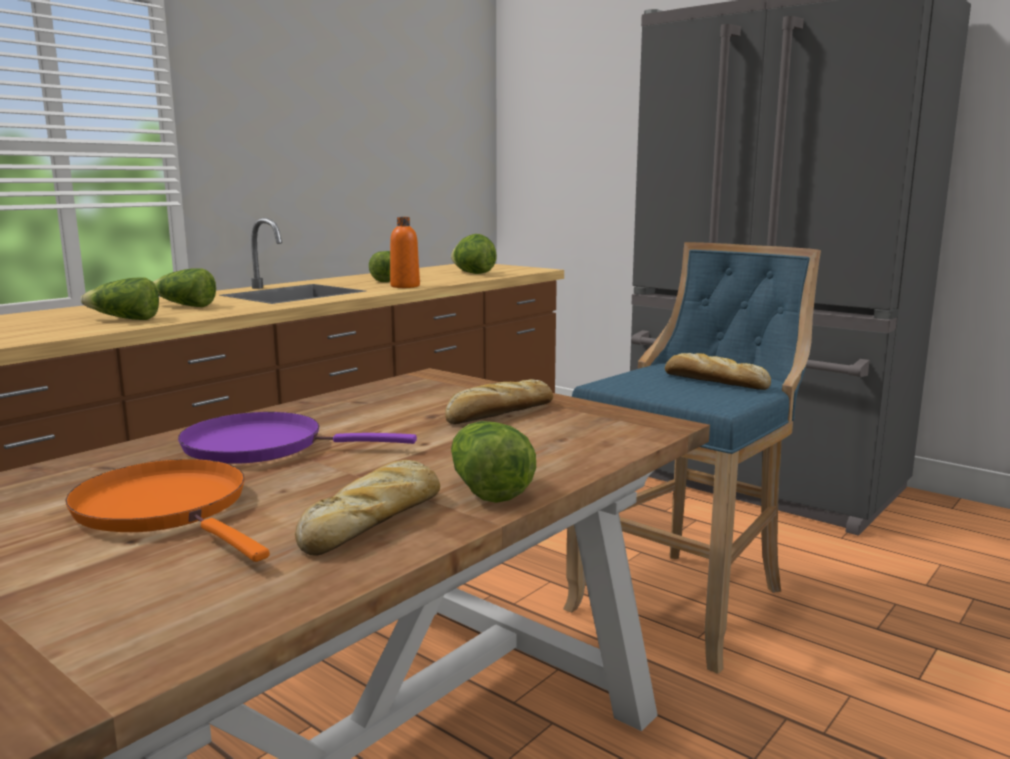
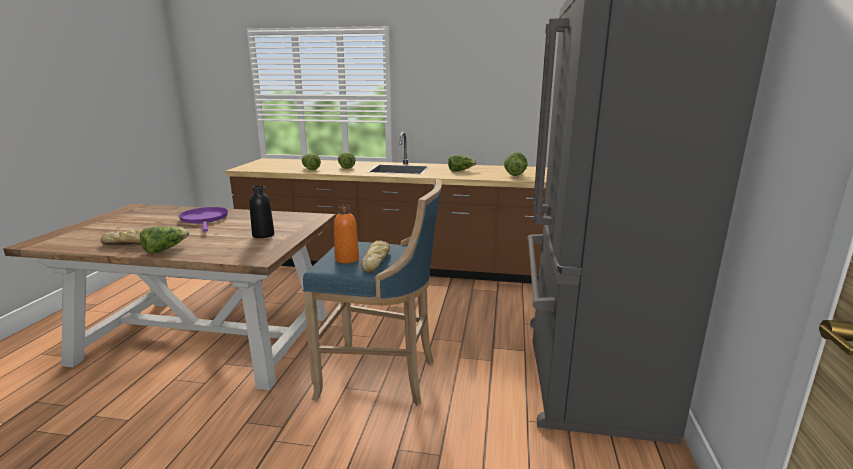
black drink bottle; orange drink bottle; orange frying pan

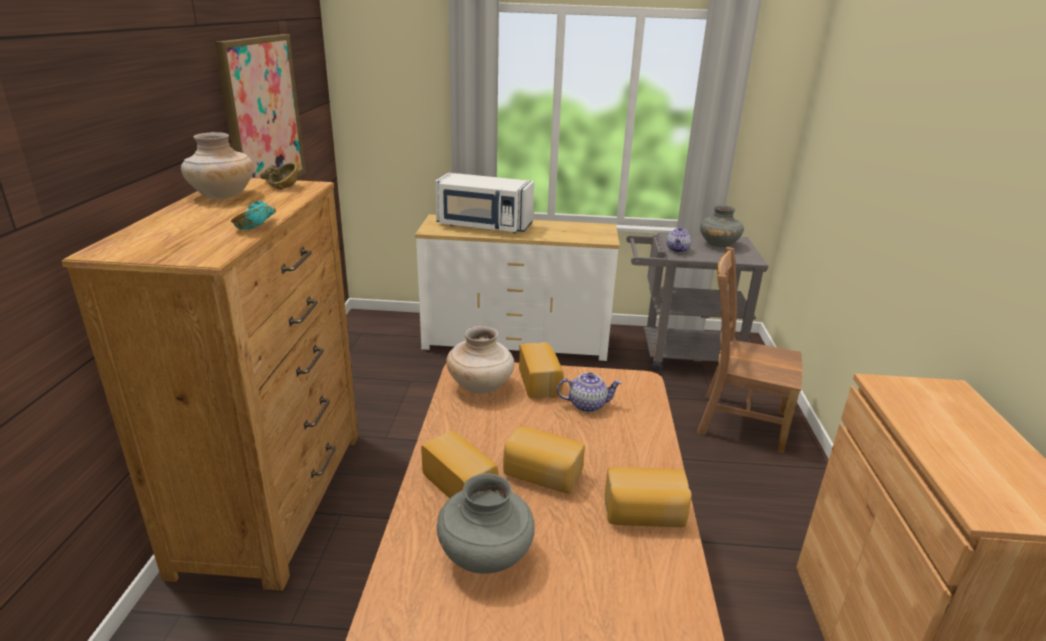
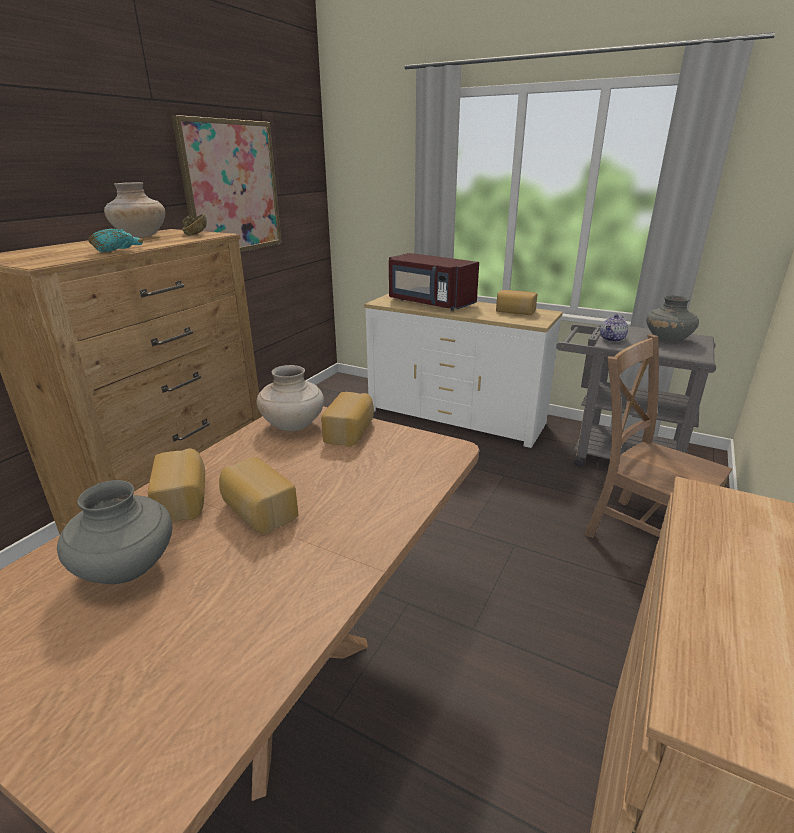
reddish kitchen microwave; bakery bread (4th from left); tea pot (1st from left in the first image)

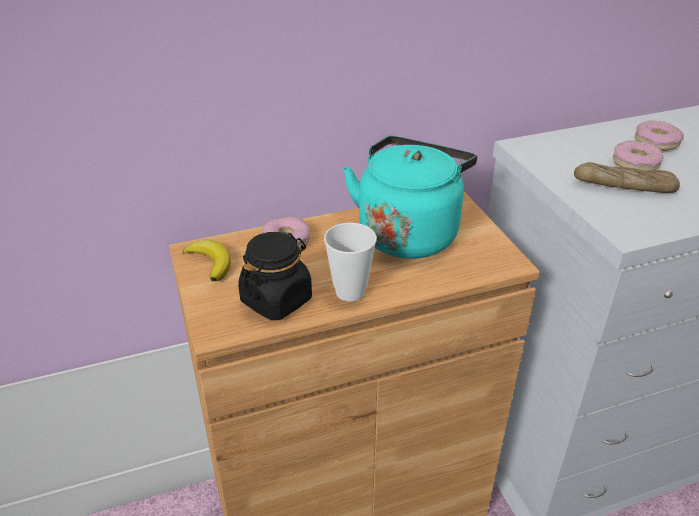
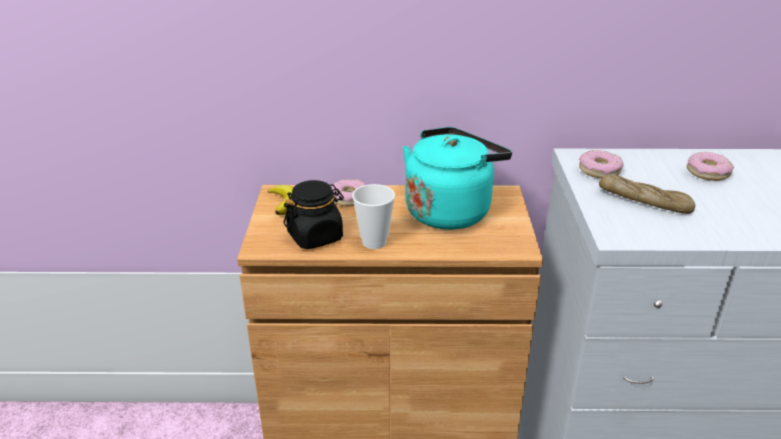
ring doughnut (2nd from left)

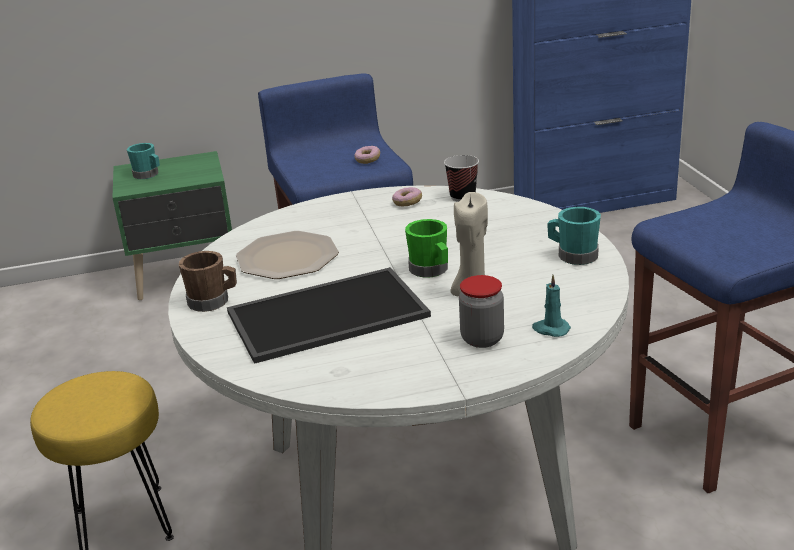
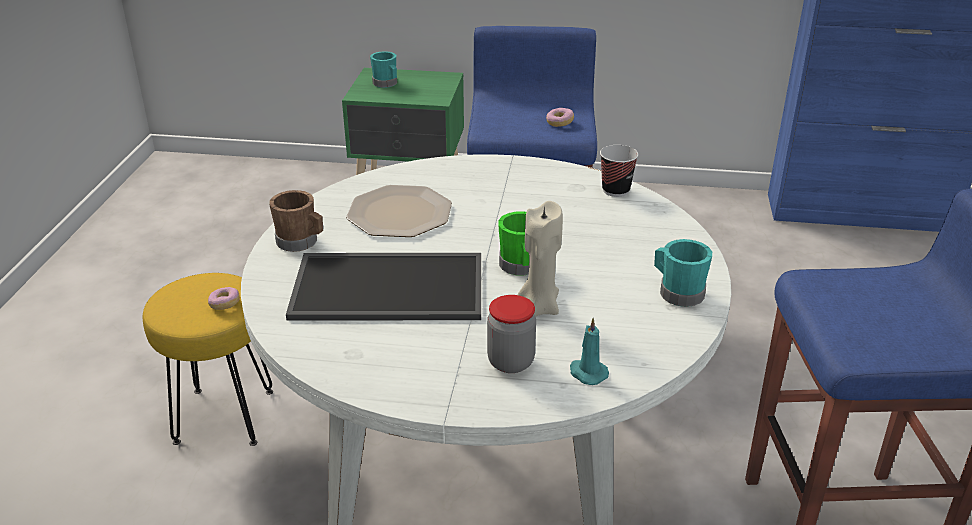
ring doughnut (1st from left)

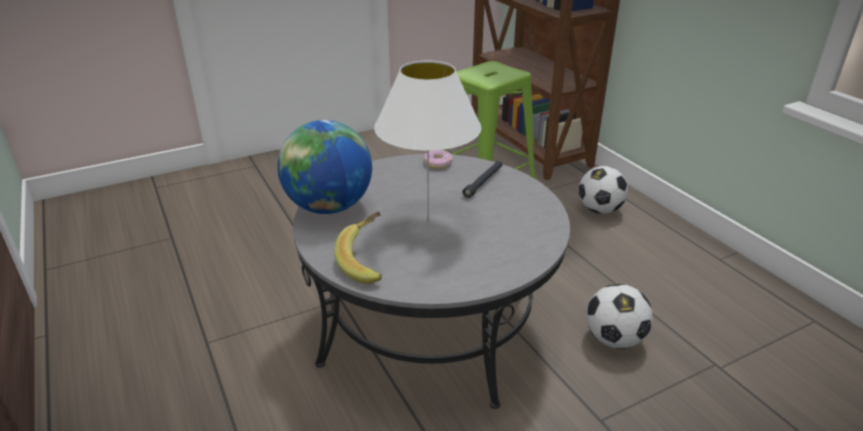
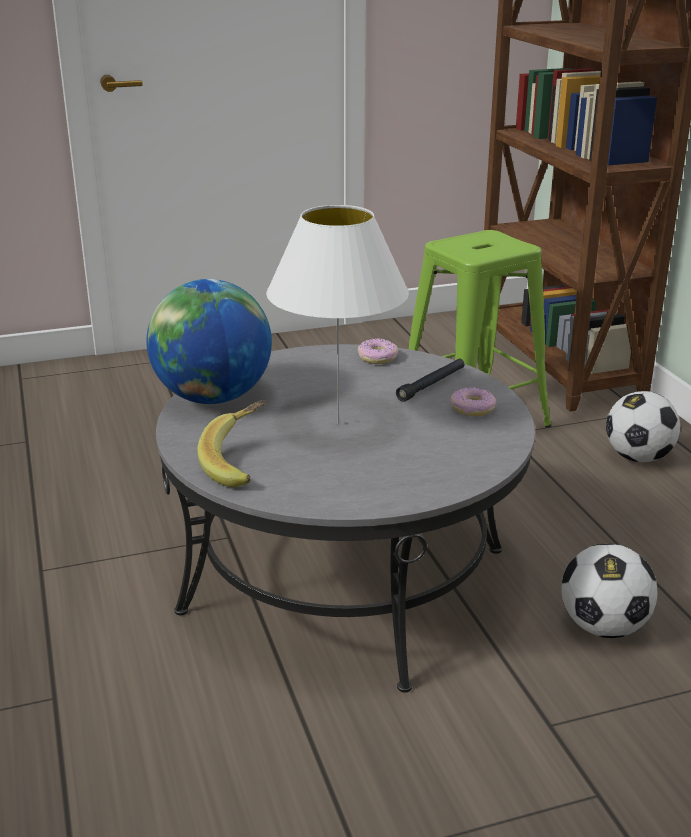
ring doughnut (2nd from left)

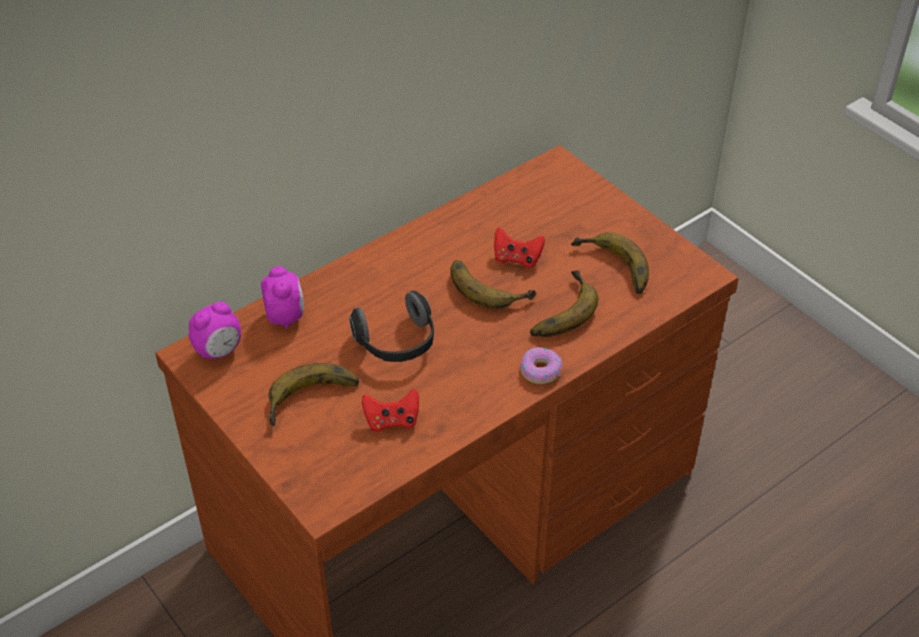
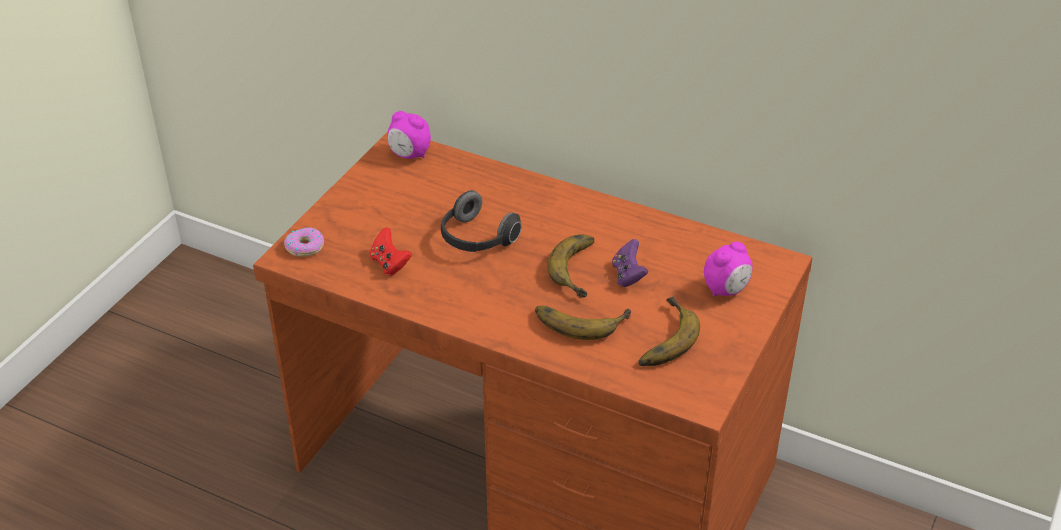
ring doughnut; purple-coloured game controller; alarm clock (2nd from left); banana (1st from left in the first image)

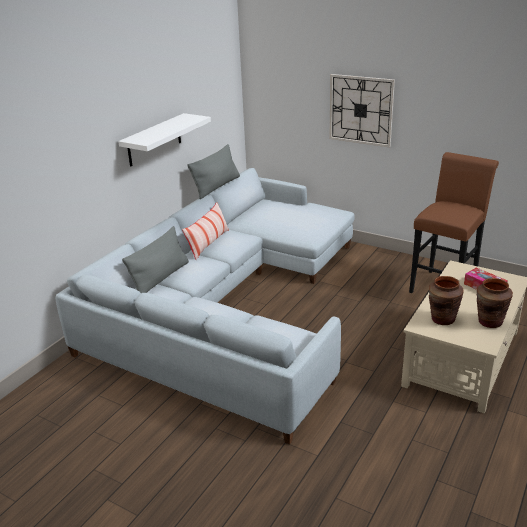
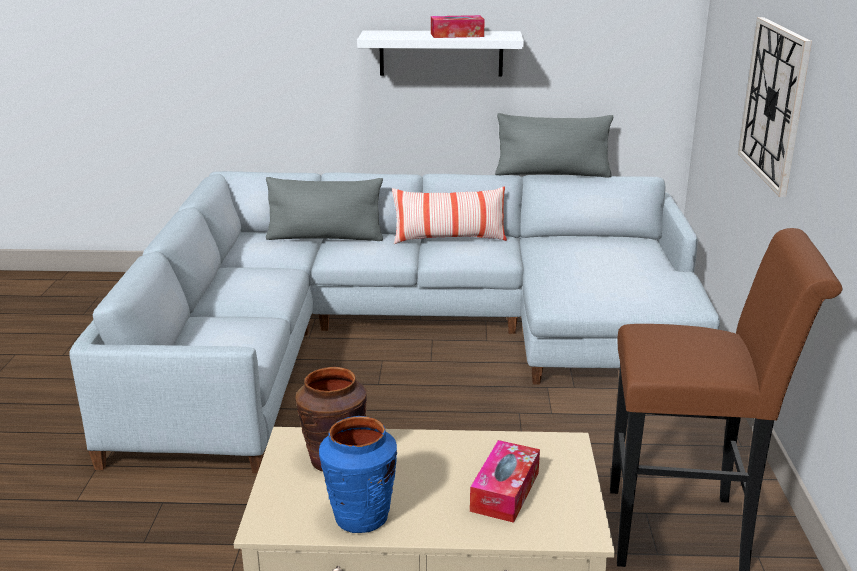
blue-coloured decorative vase; tissue box (1st from left)

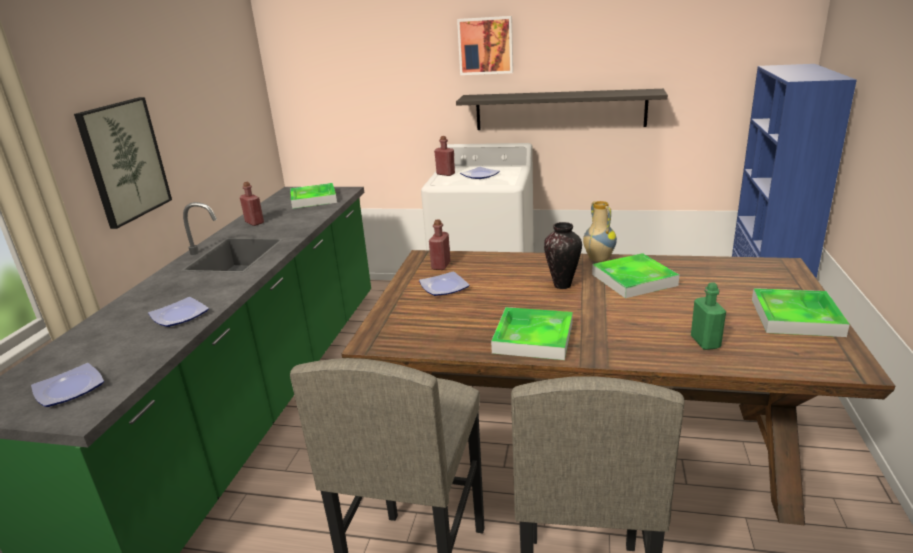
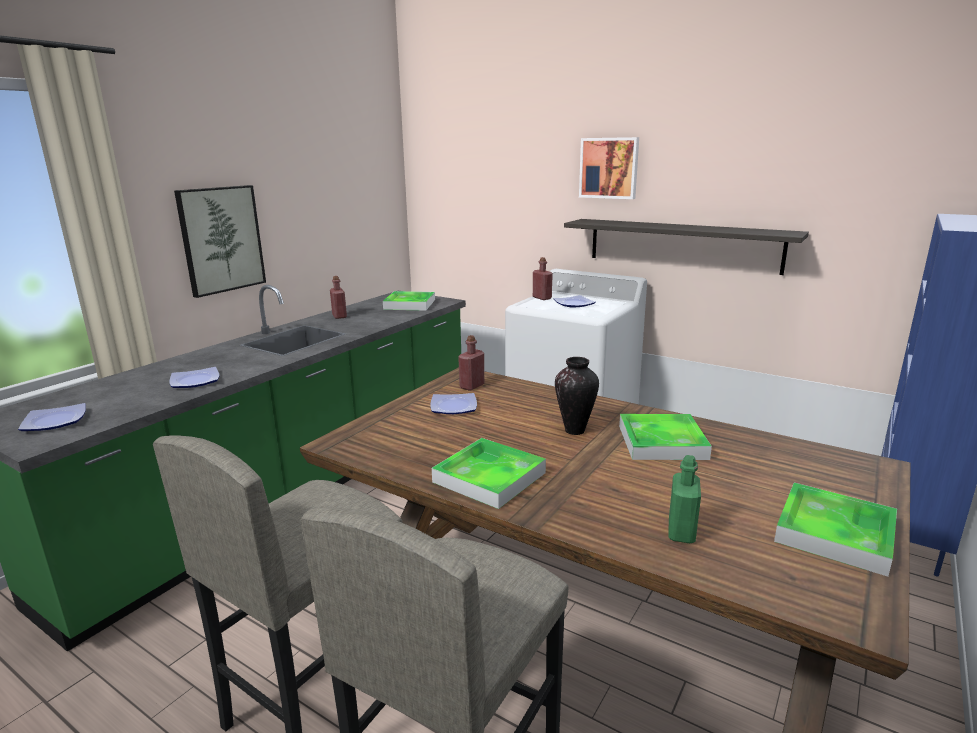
decorative vase (2nd from left in the first image)

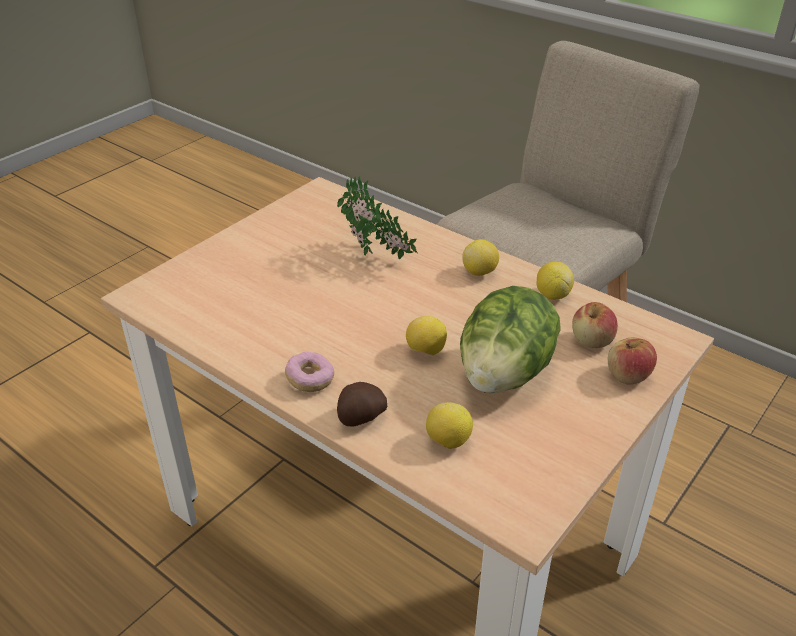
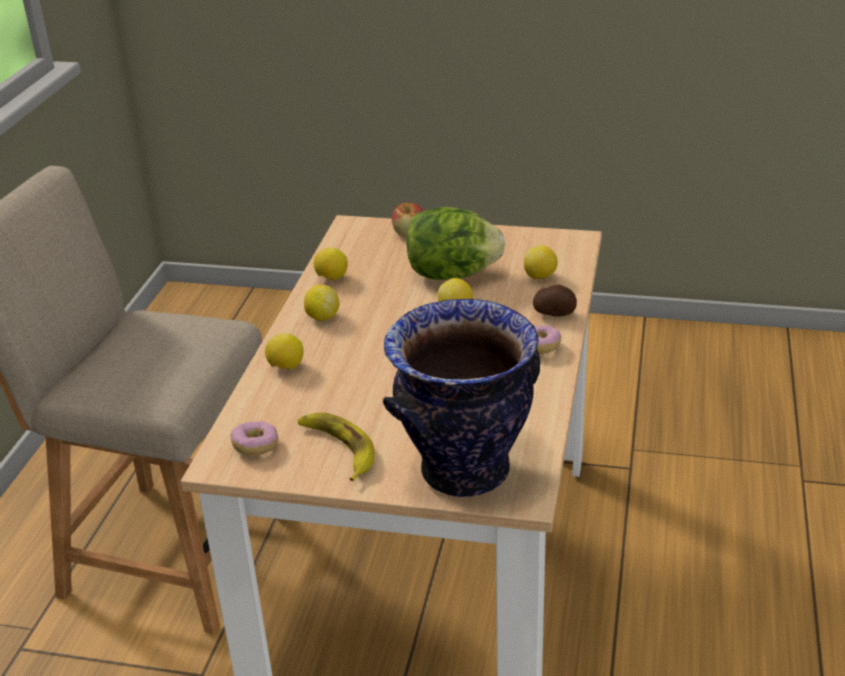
ring doughnut (1st from left); citrus fruit (1st from left); banana; decorative vase; houseplant; apple (1st from left in the first image)

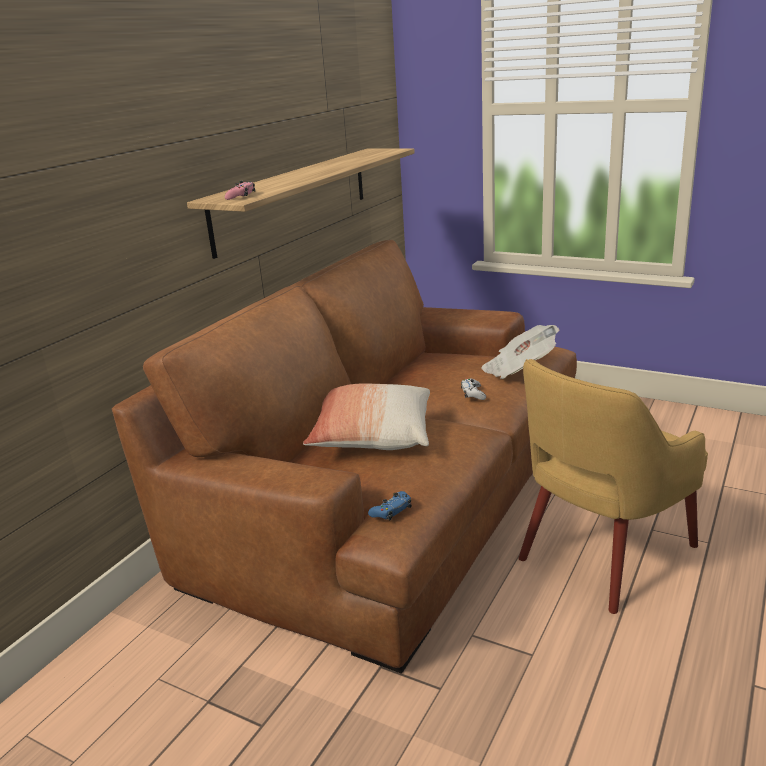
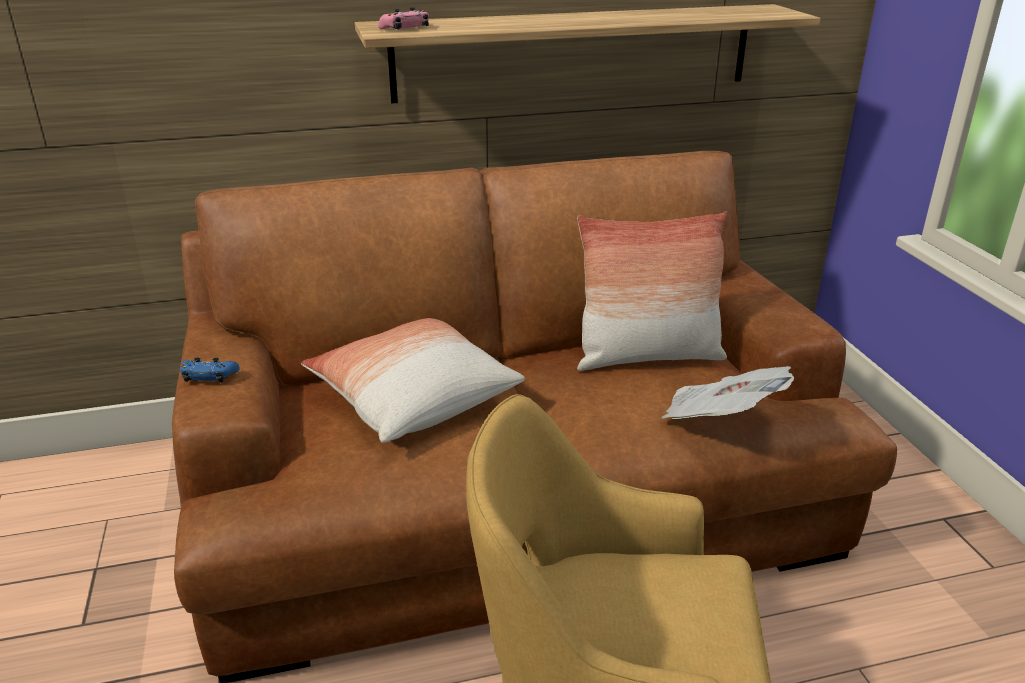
blue-coloured game controller; pillow (2nd from left); whitish game controller

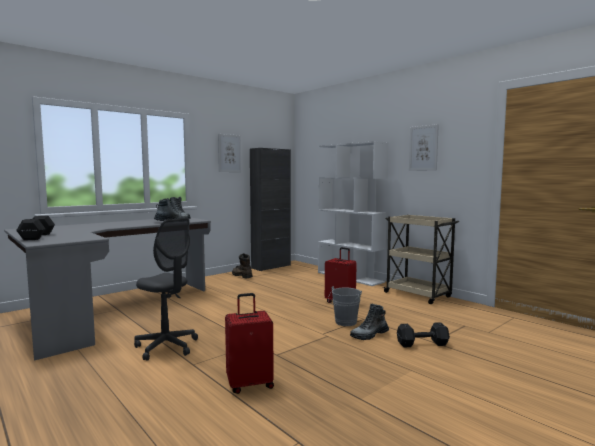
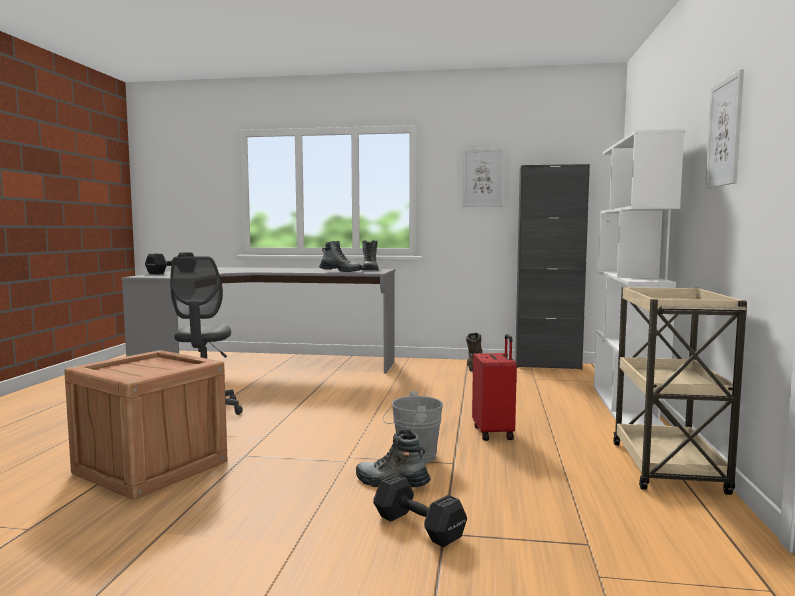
packing crate

